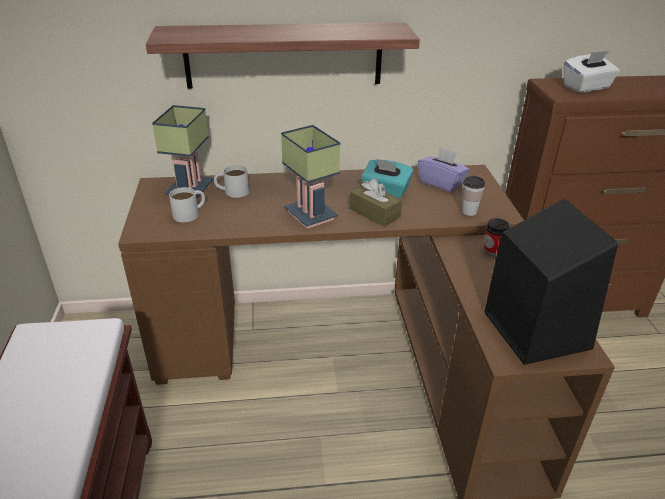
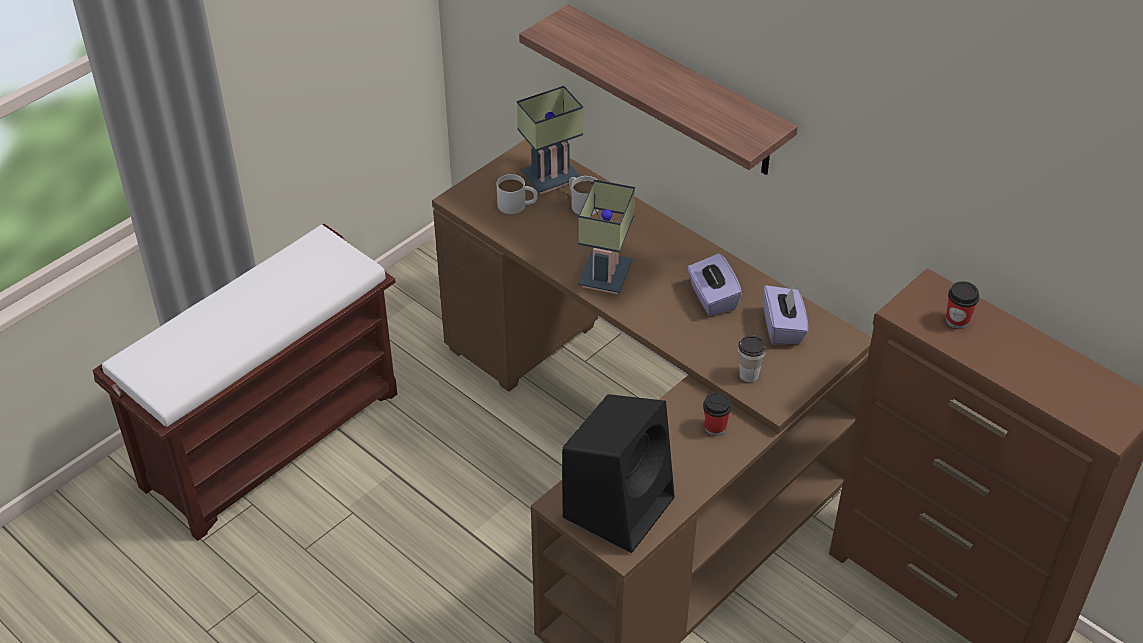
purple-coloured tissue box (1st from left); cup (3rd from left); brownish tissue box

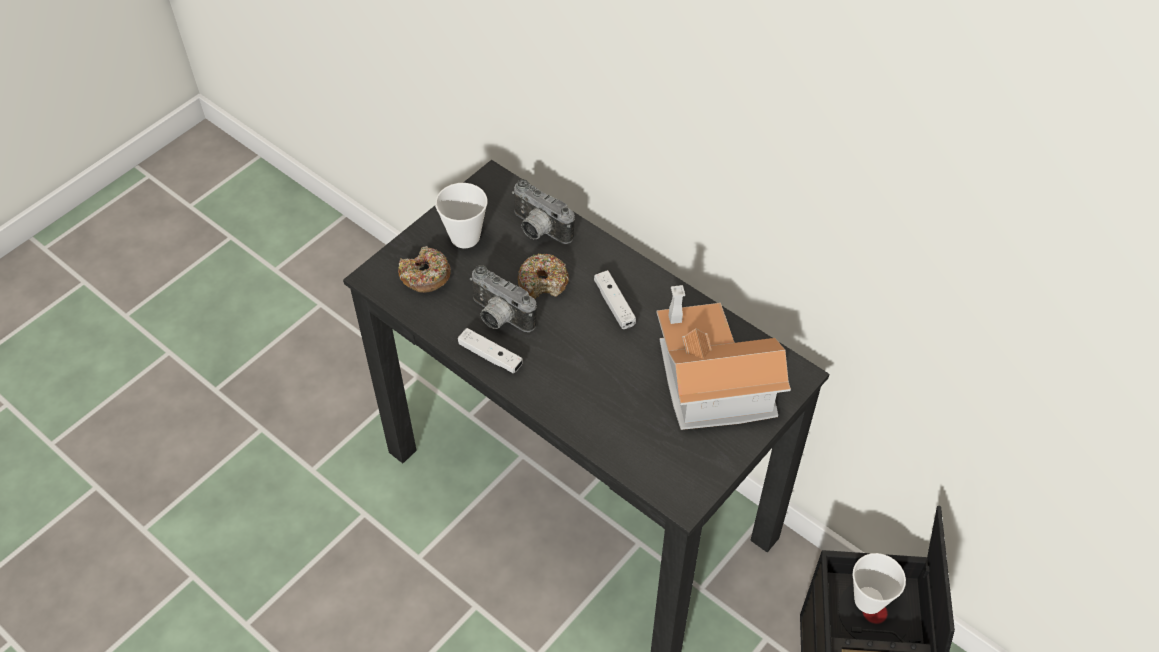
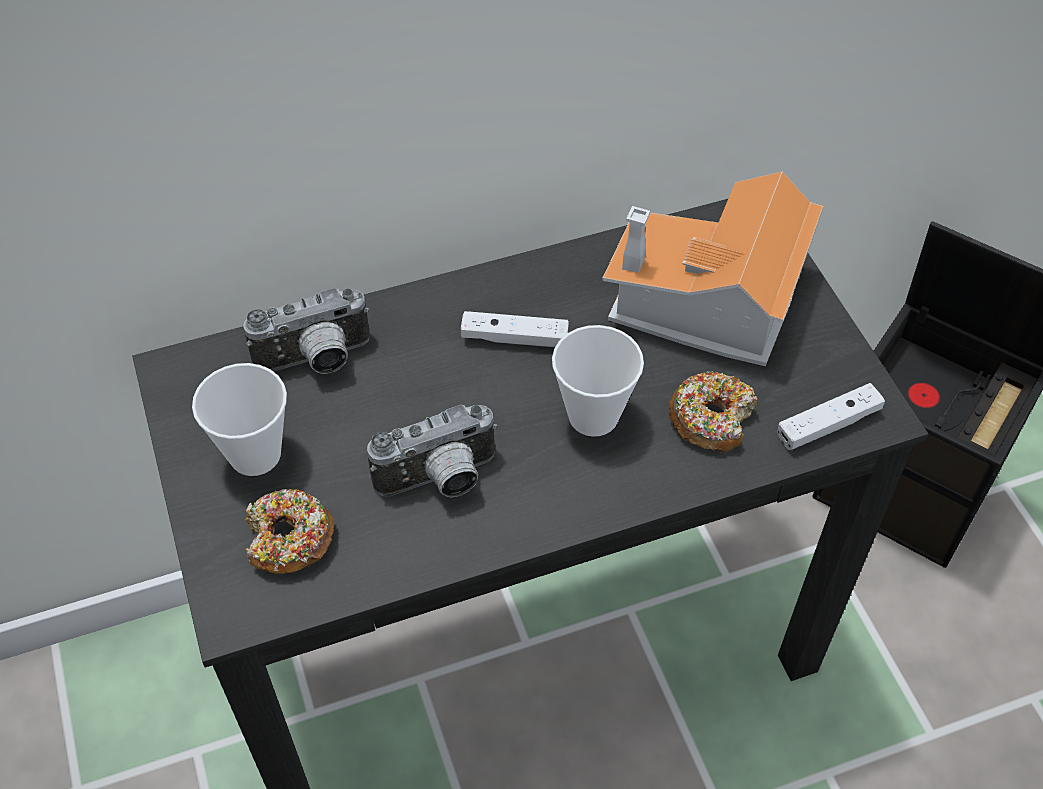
cup (2nd from left); ring doughnut (2nd from left); whitish game controller (2nd from left)

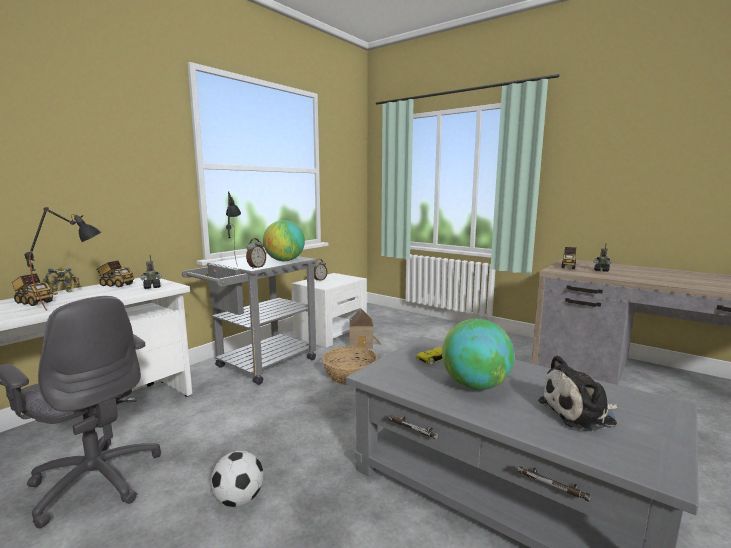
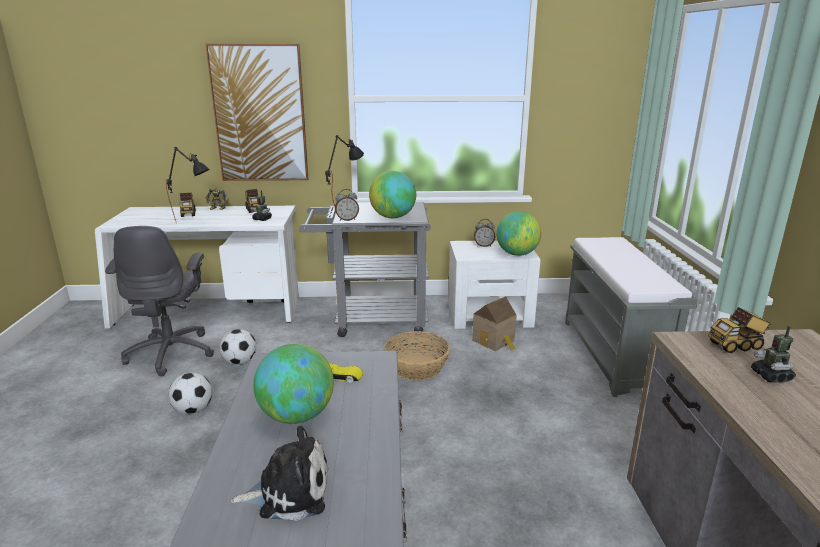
wall art; ball for football (2nd from left); plush toy; world globe (3rd from left); gray long seat

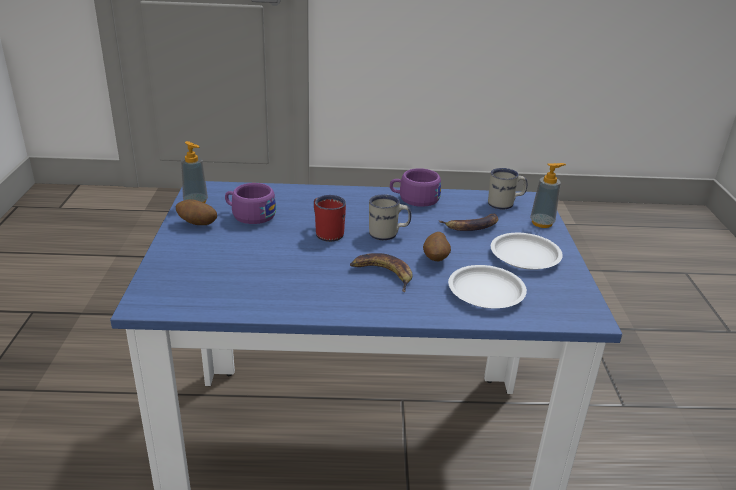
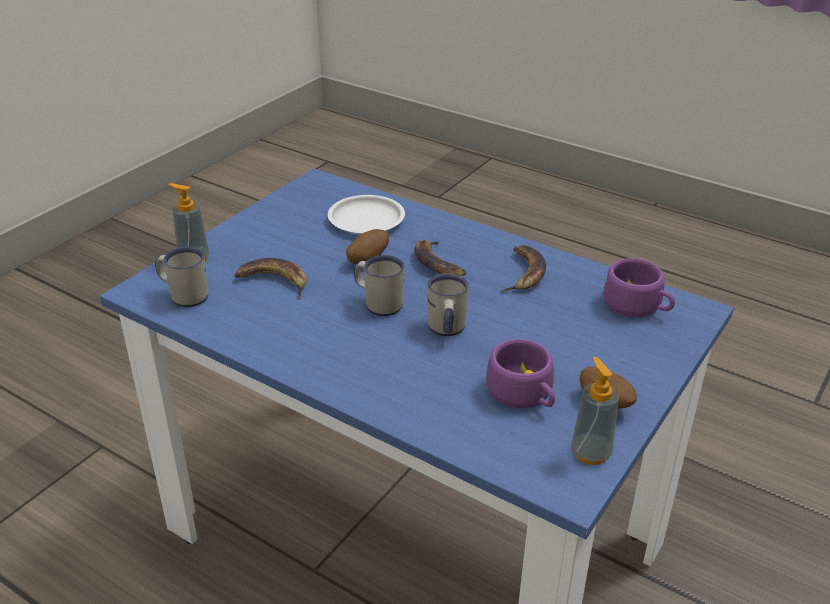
whitish mug (3rd from left); banana (3rd from left); purple-coloured cup (2nd from left); whitish dinner plate (2nd from left in the first image)

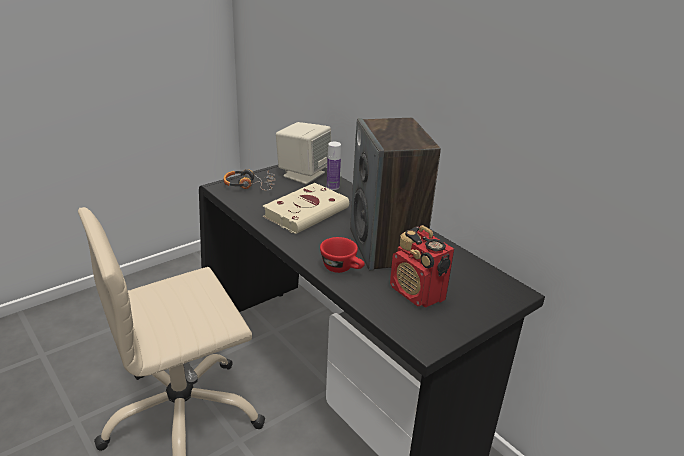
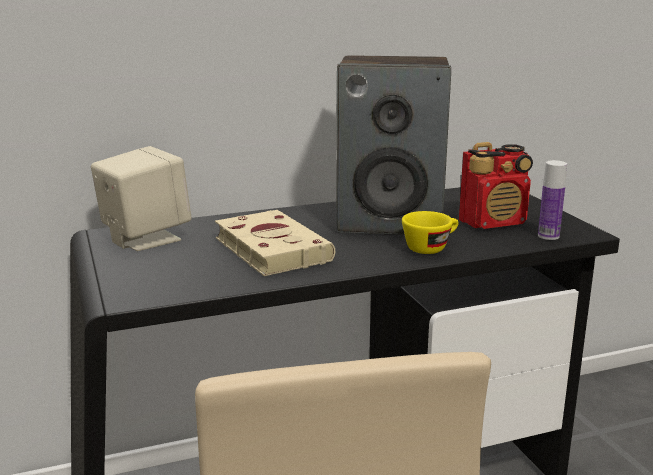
yellowish cup; drink bottle; headphones

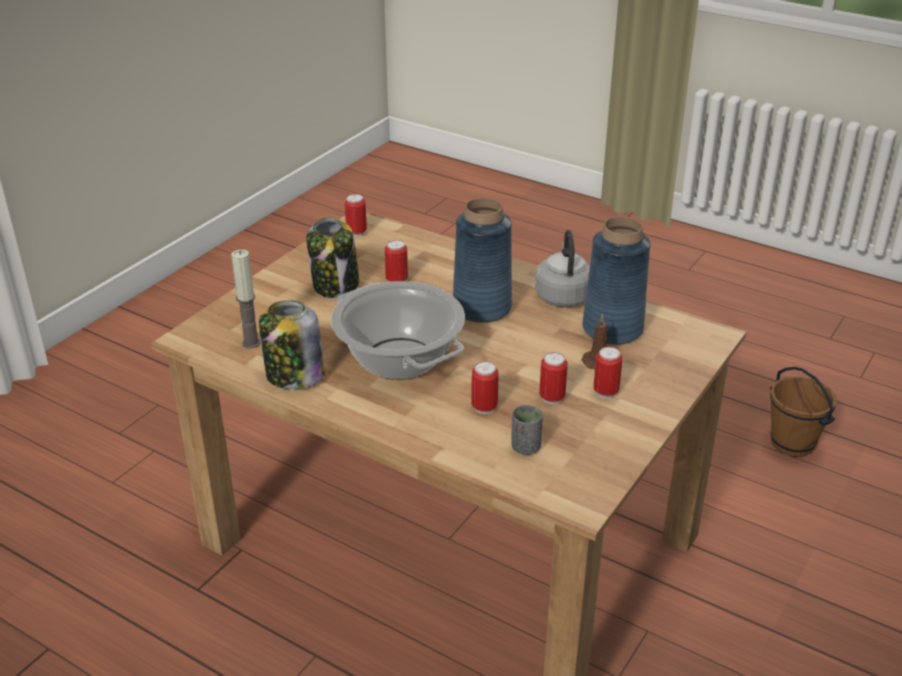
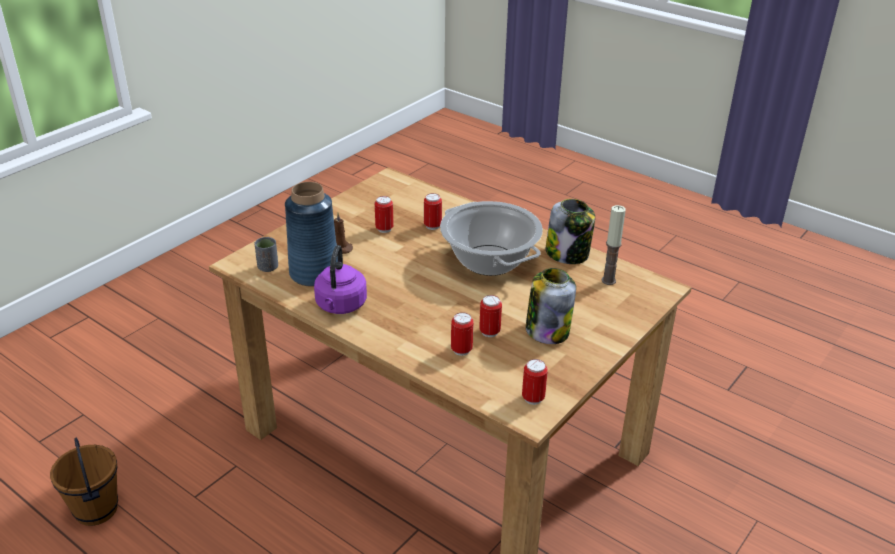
gray cup; purple-coloured tea kettle; metal can (3rd from left); blue-coloured decorative vase (1st from left in the first image)

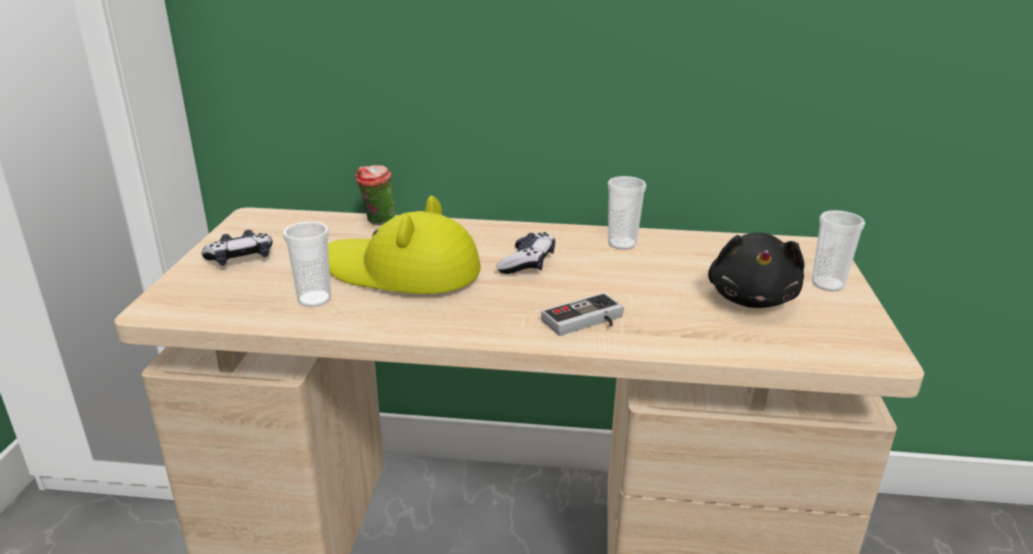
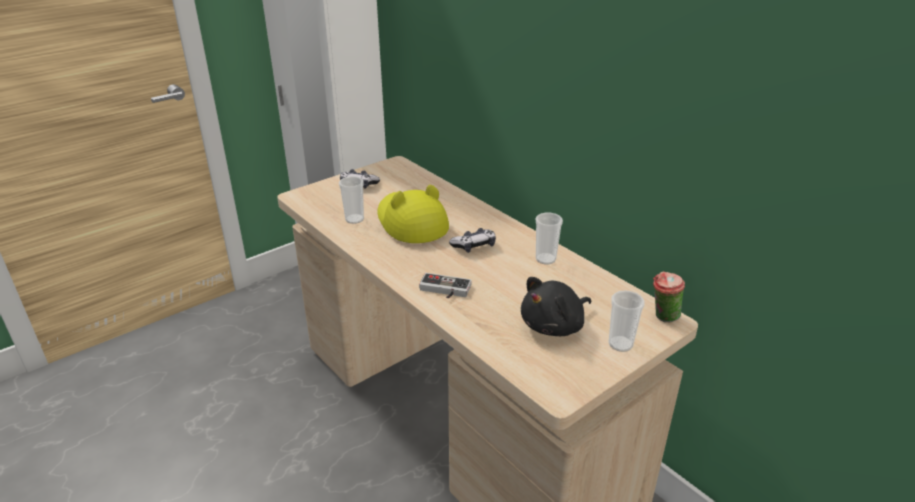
cup (4th from left)

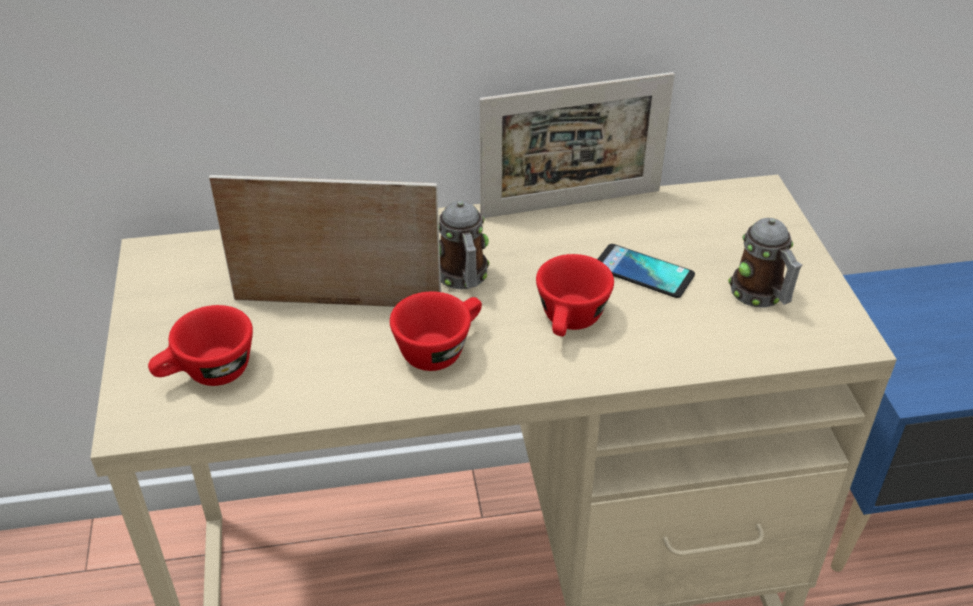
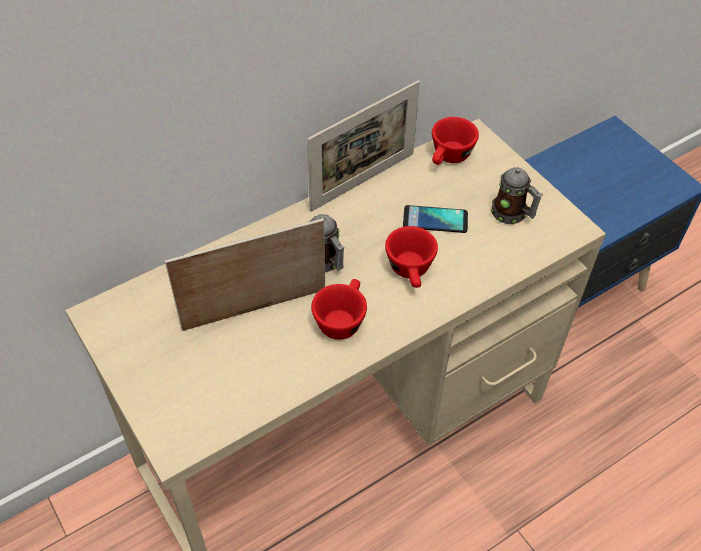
reddish cup (3rd from left)

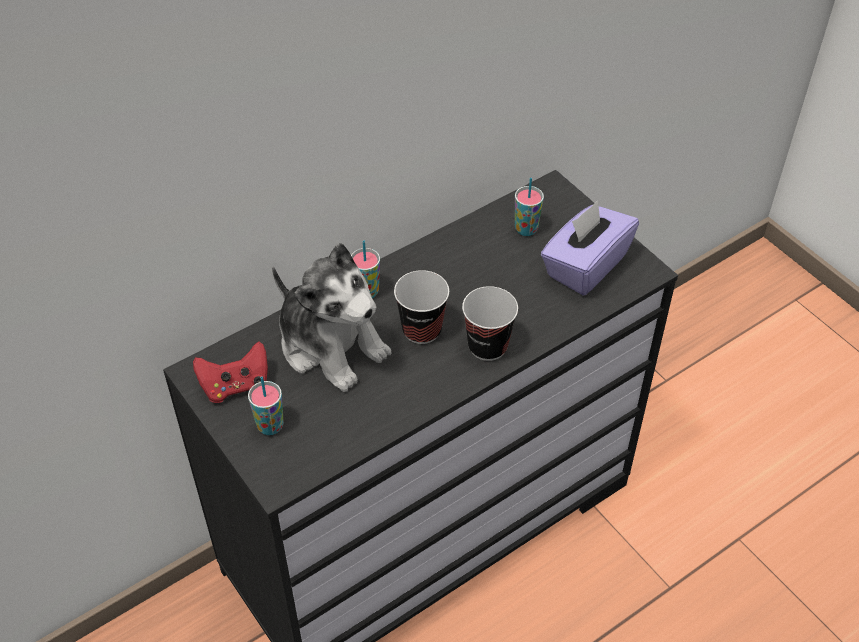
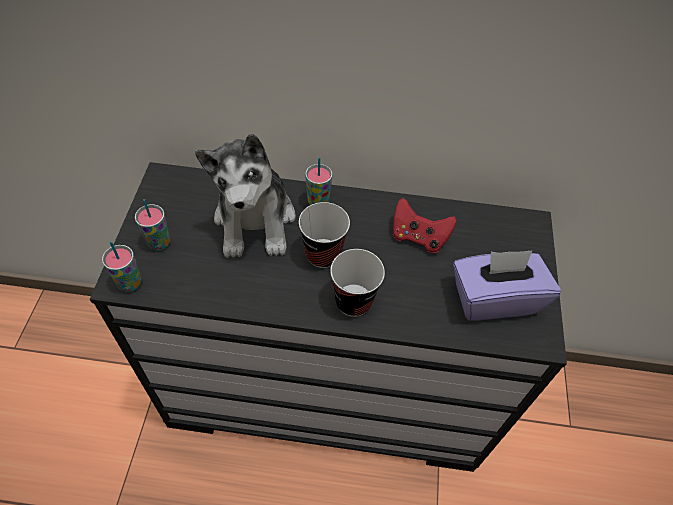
cup (1st from left); reddish game controller

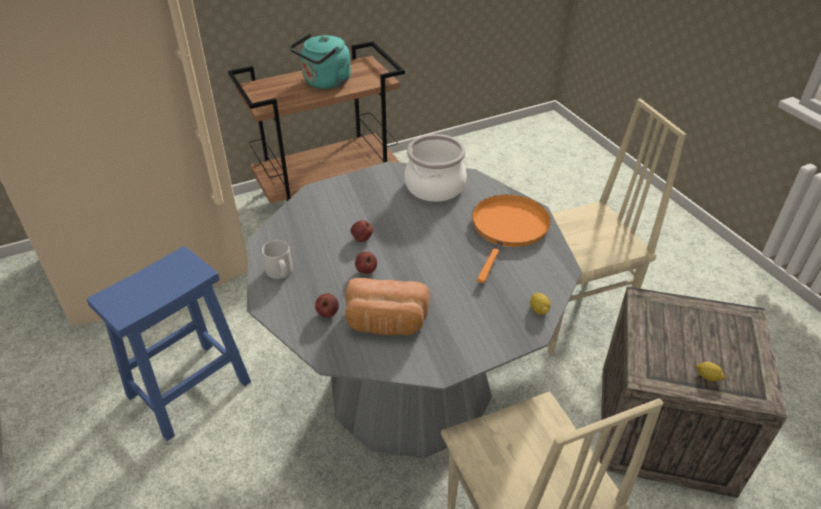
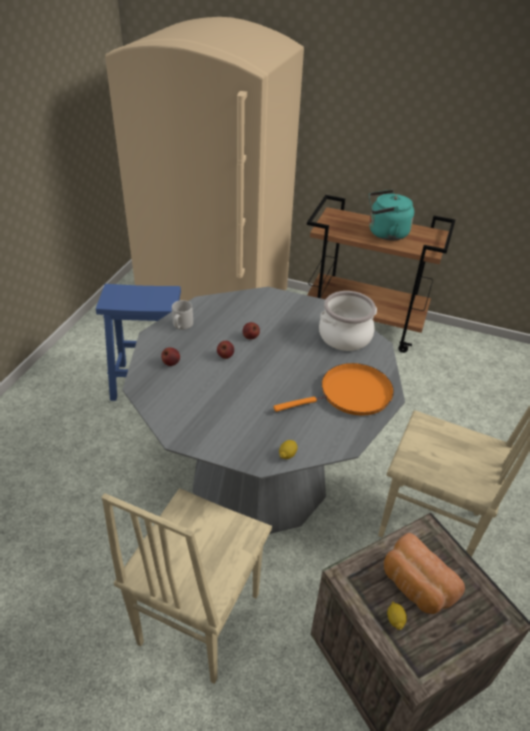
bakery bread

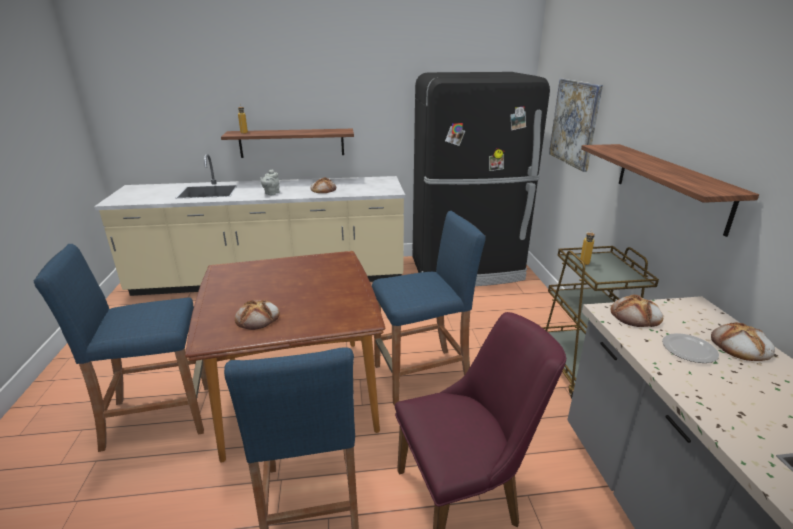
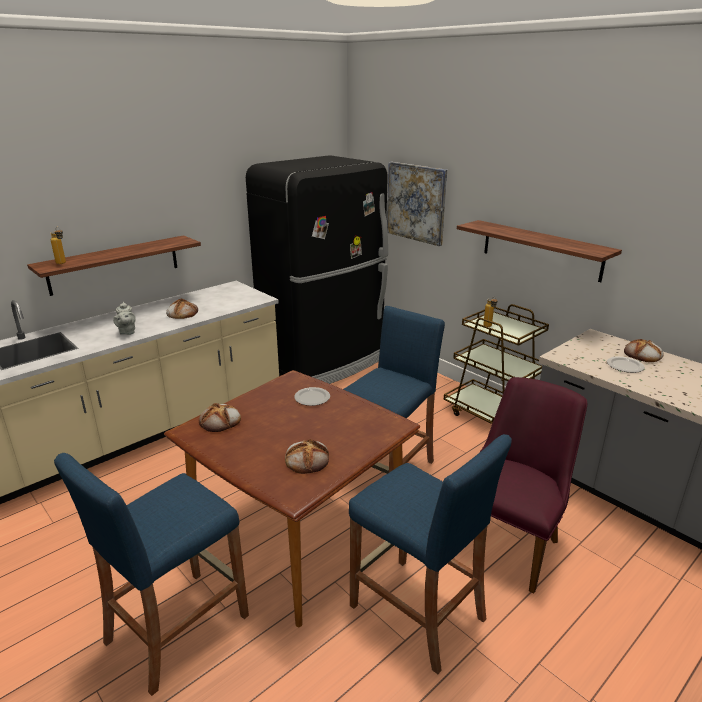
bakery bread (2nd from left); dinner plate (1st from left)

